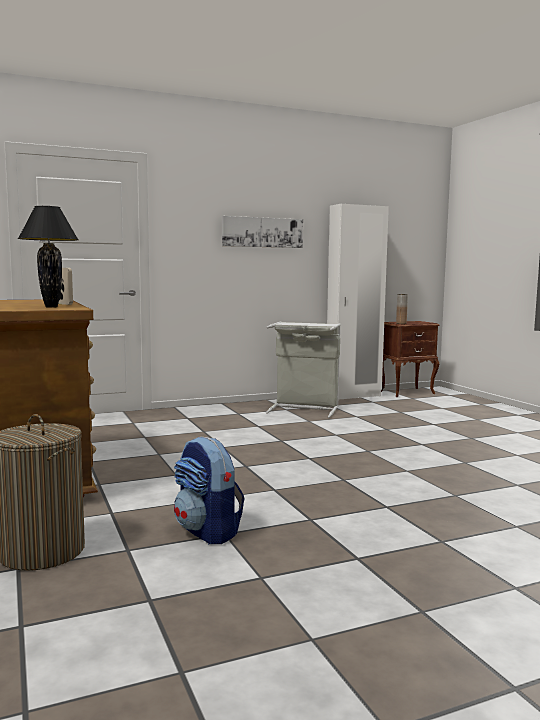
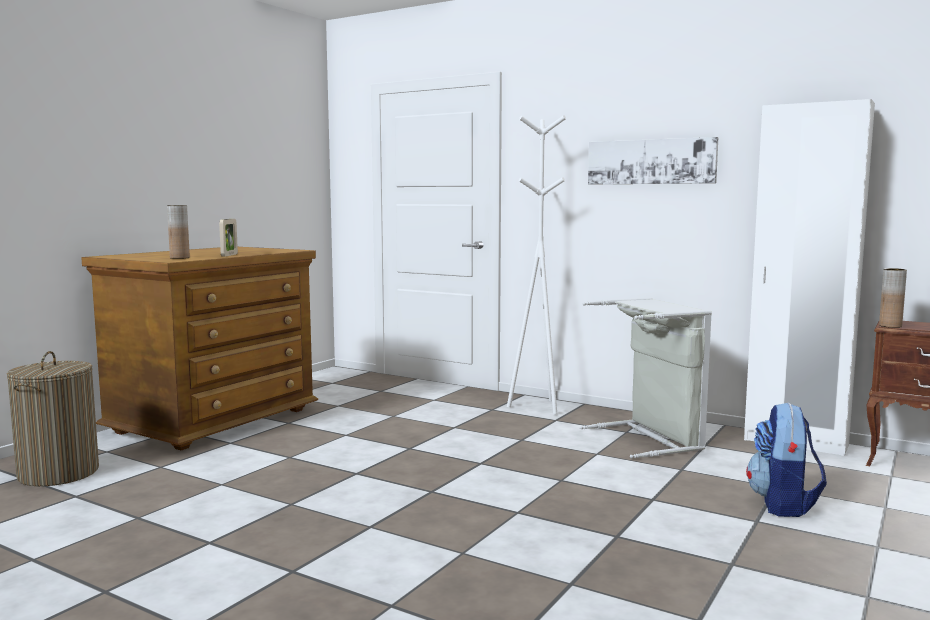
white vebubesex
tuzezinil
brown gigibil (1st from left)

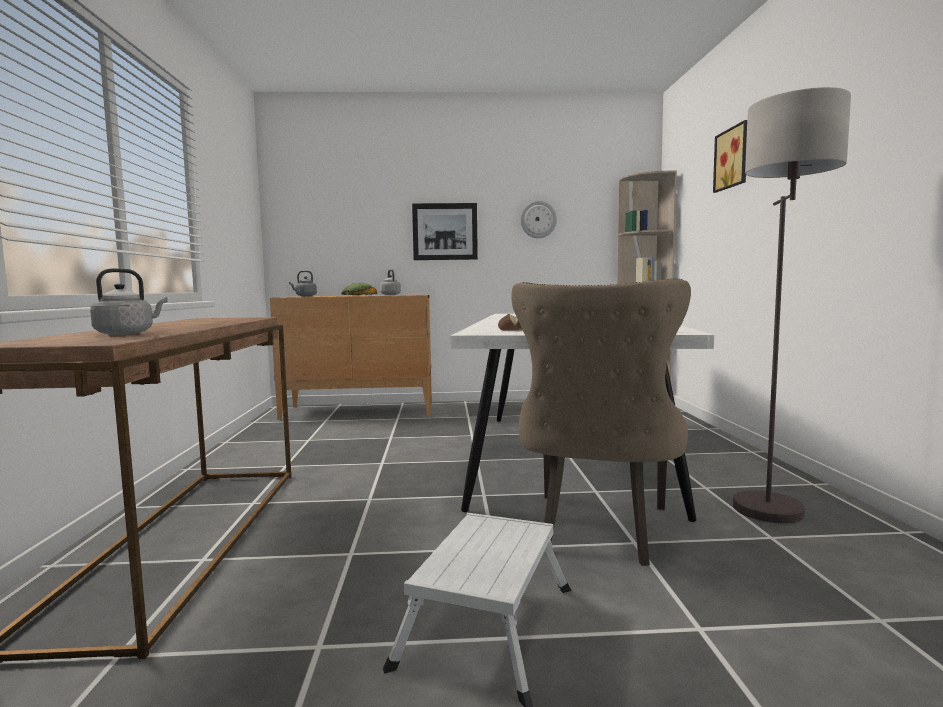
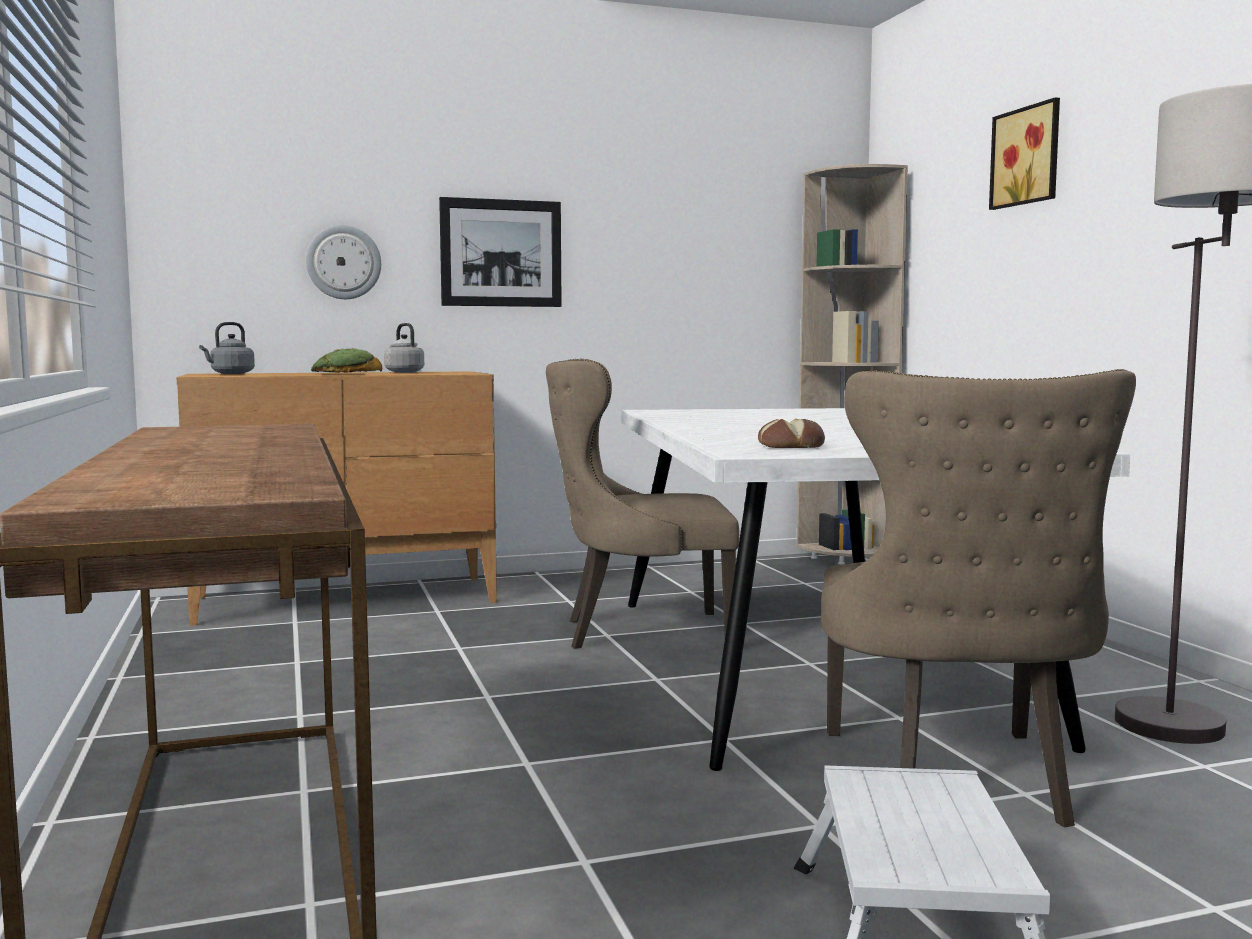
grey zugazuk (1st from left in the first image)
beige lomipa (1st from left)
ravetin

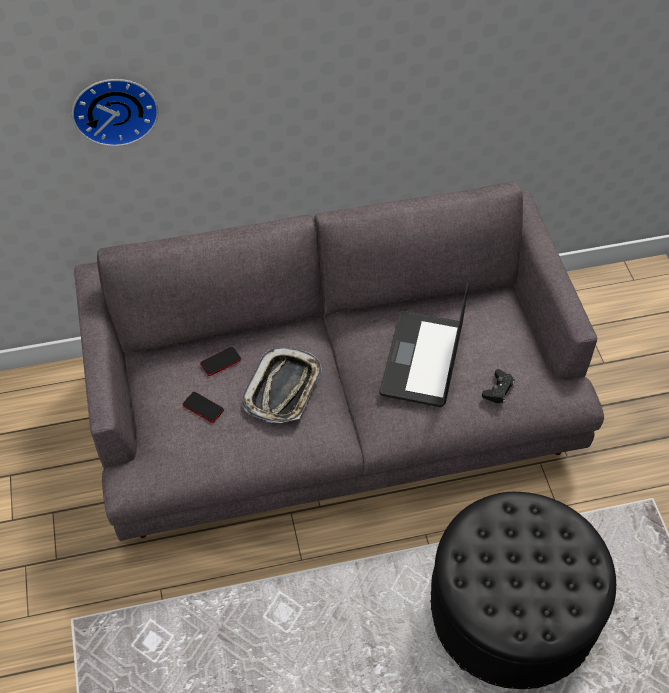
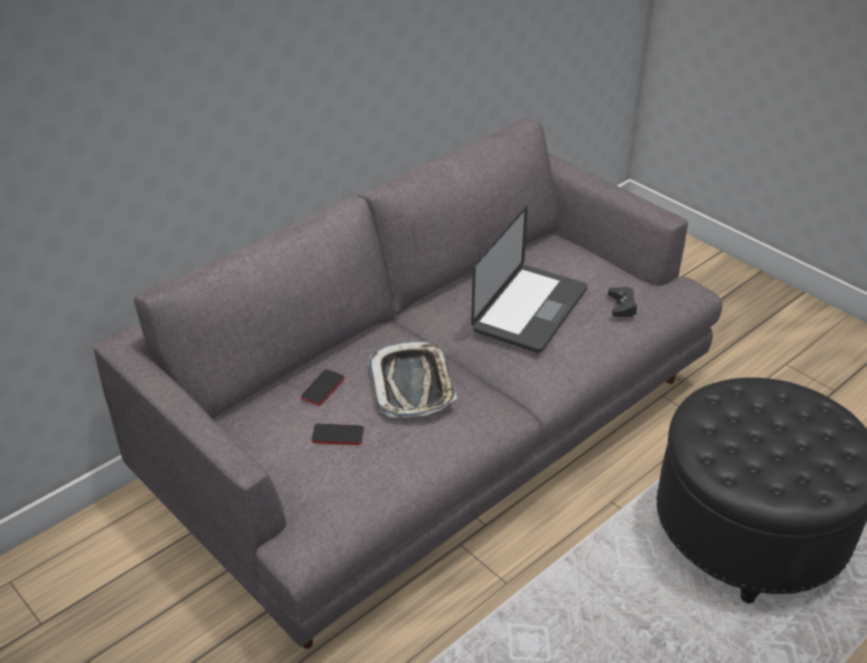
ravetin
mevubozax

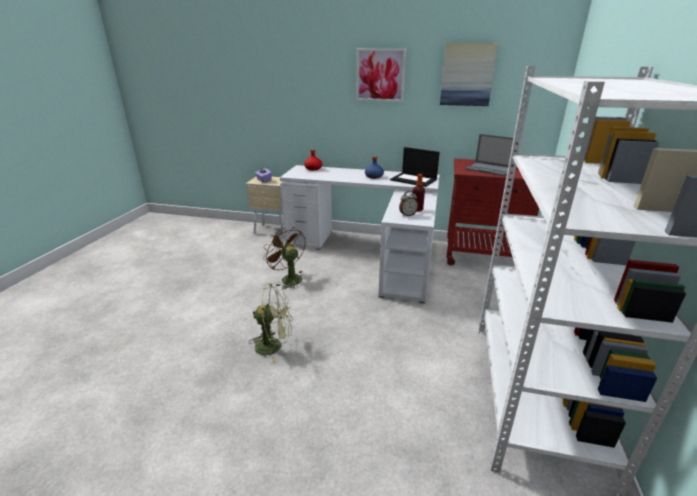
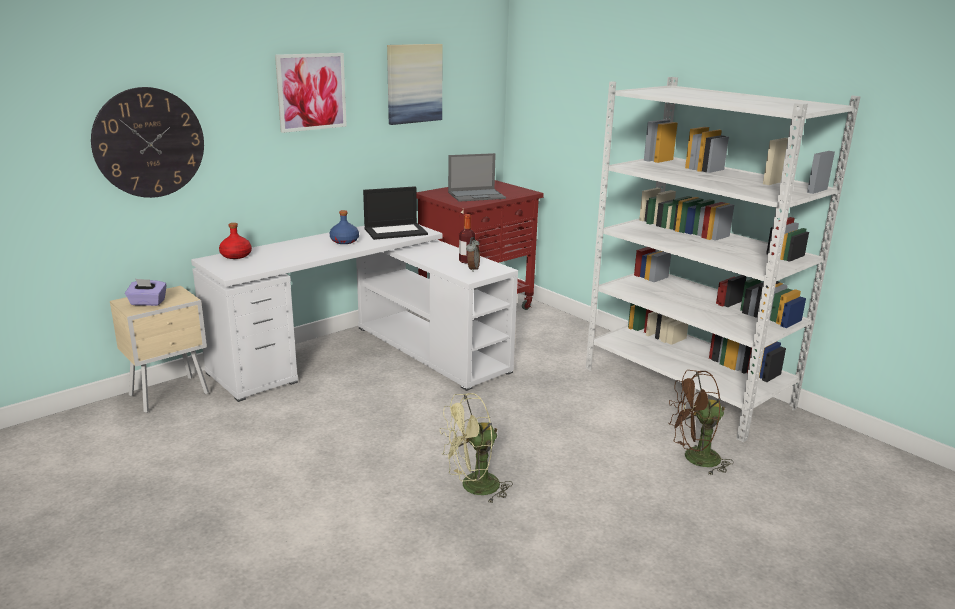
ravetin
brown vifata
green vifata

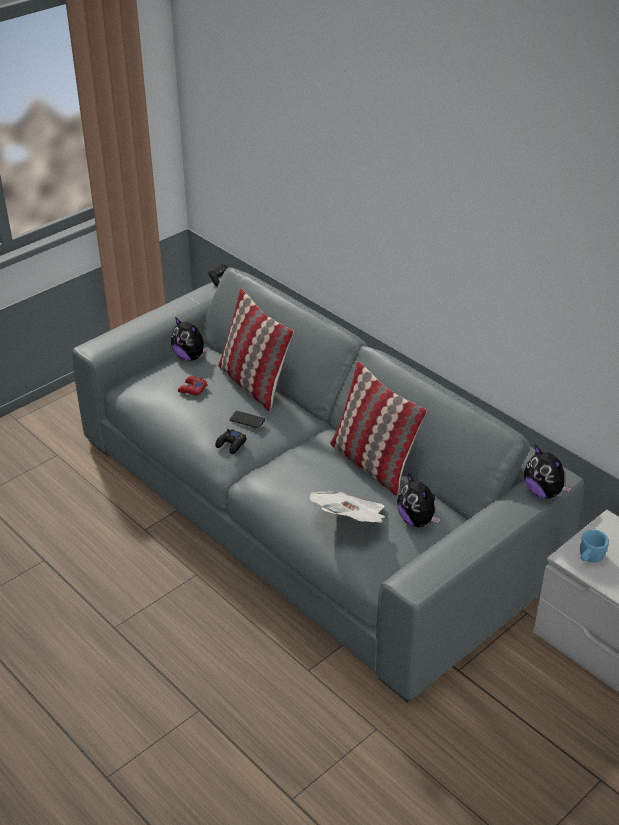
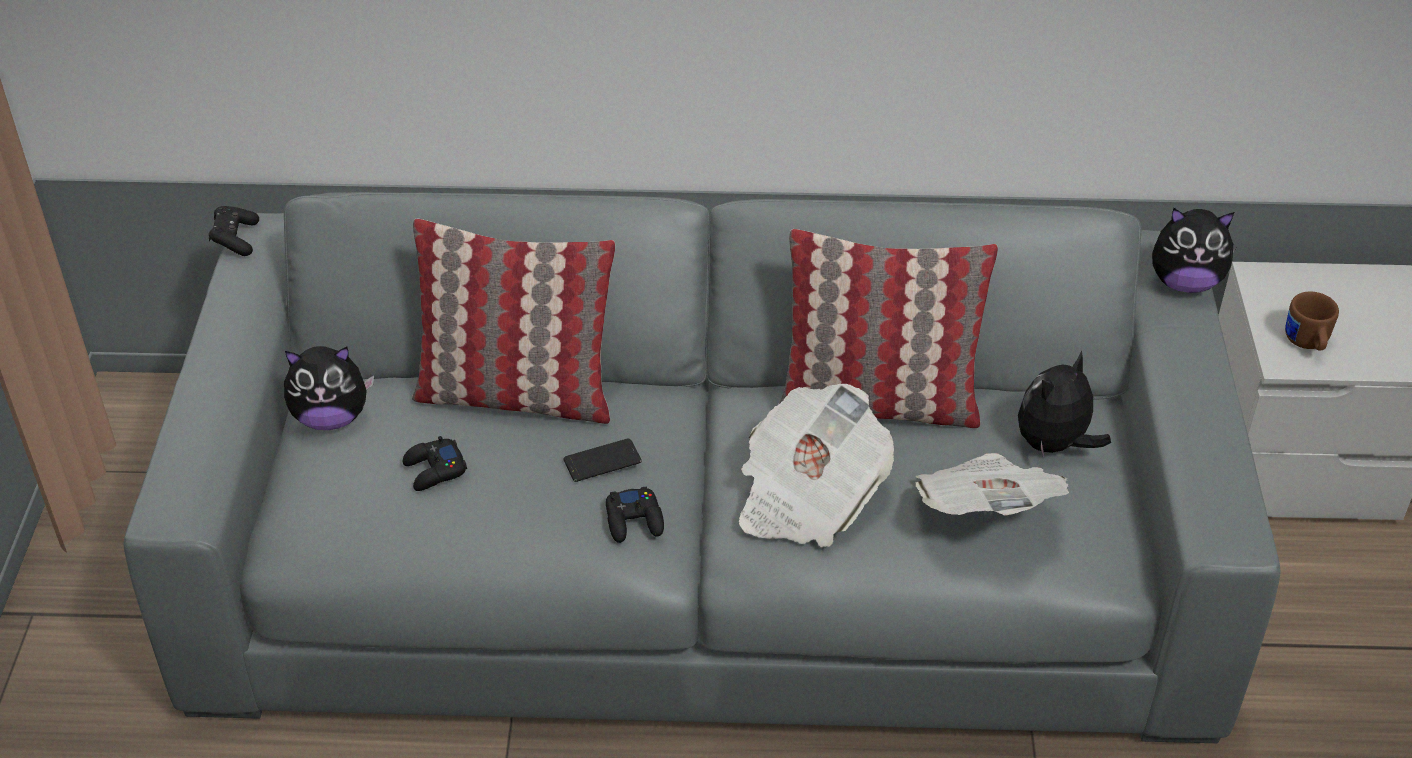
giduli (1st from left)
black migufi (2nd from left)
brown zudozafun
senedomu (2nd from left)

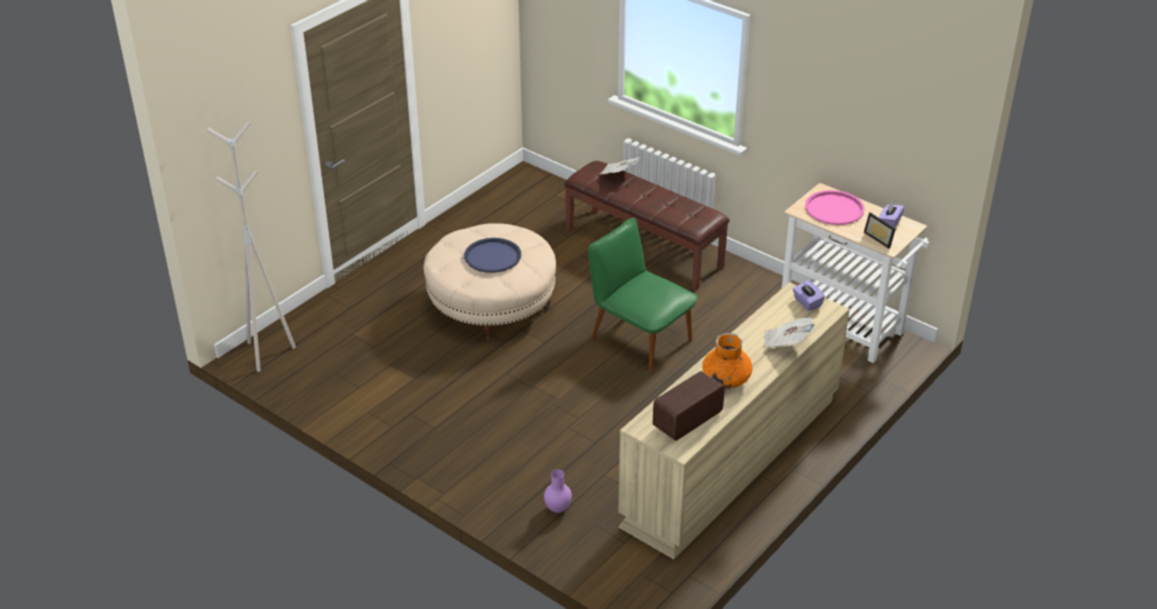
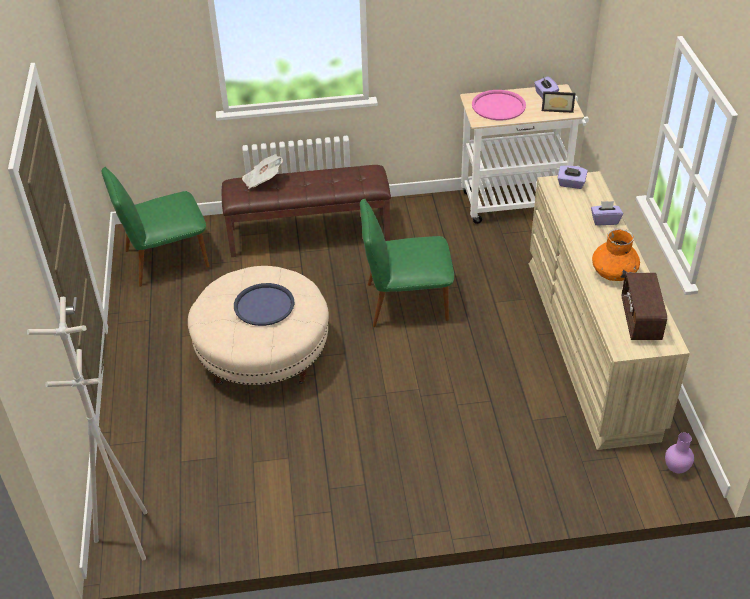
green lomipa (1st from left)
purple gigibil
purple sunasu (3rd from left)

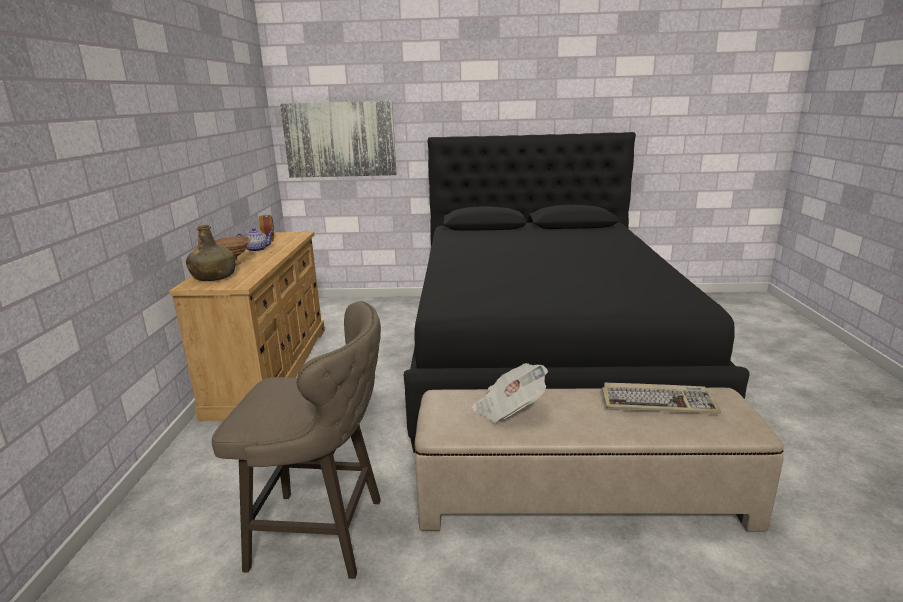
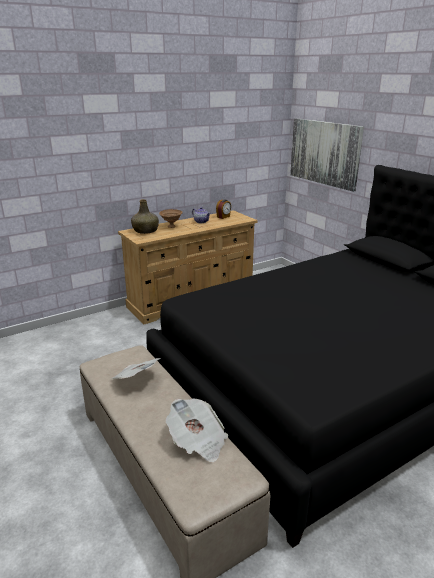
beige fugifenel
giduli (2nd from left)

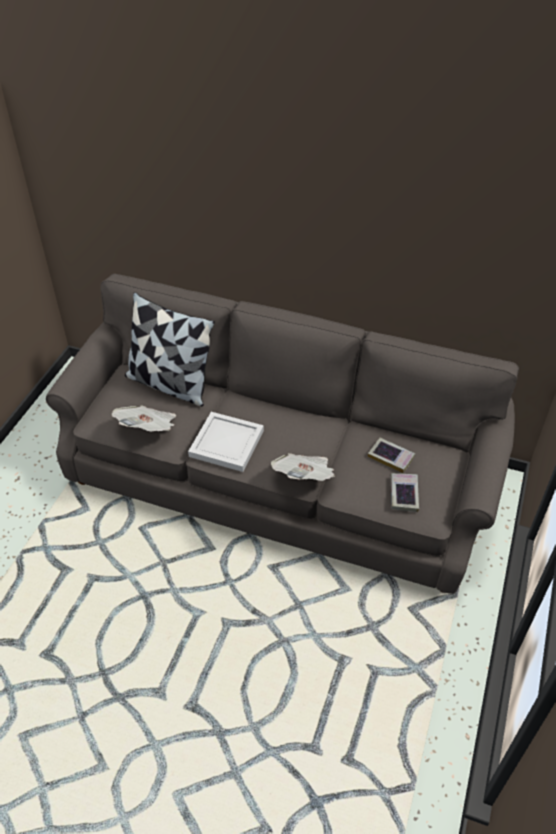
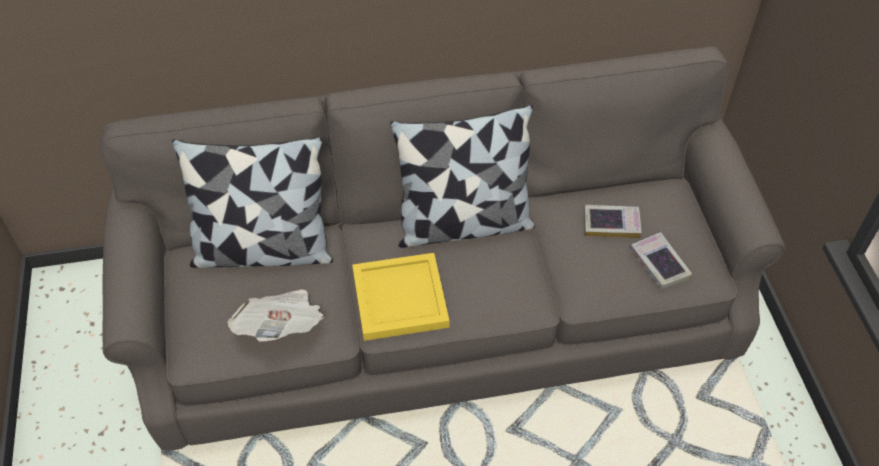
giduli (2nd from left in the first image)
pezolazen (2nd from left)
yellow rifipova

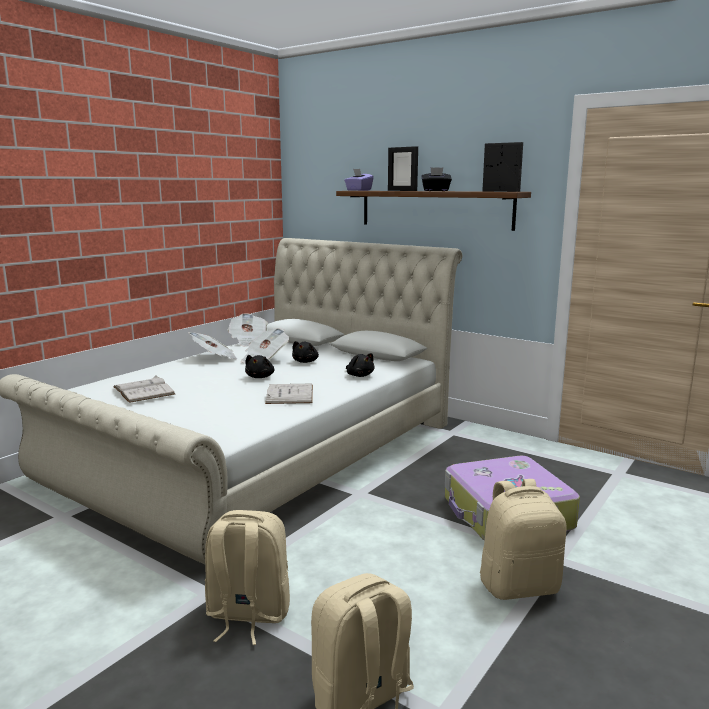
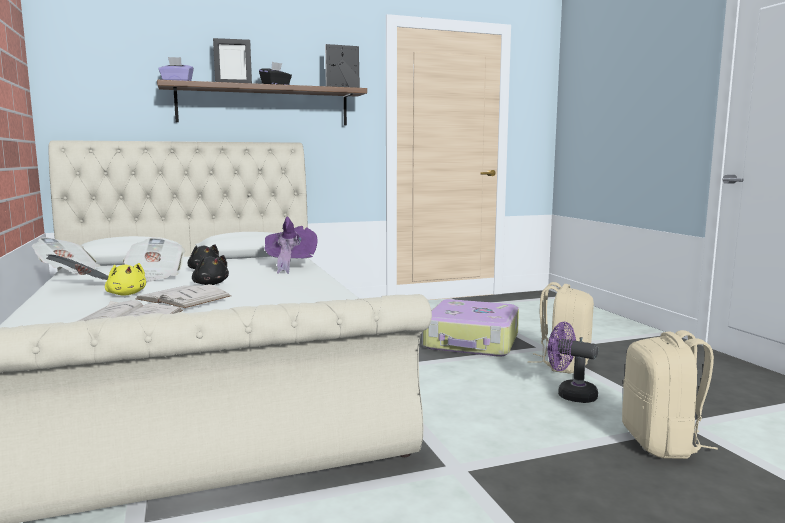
beige tuzezinil (1st from left in the first image)
yellow senedomu
purple vifata
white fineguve (2nd from left)
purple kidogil

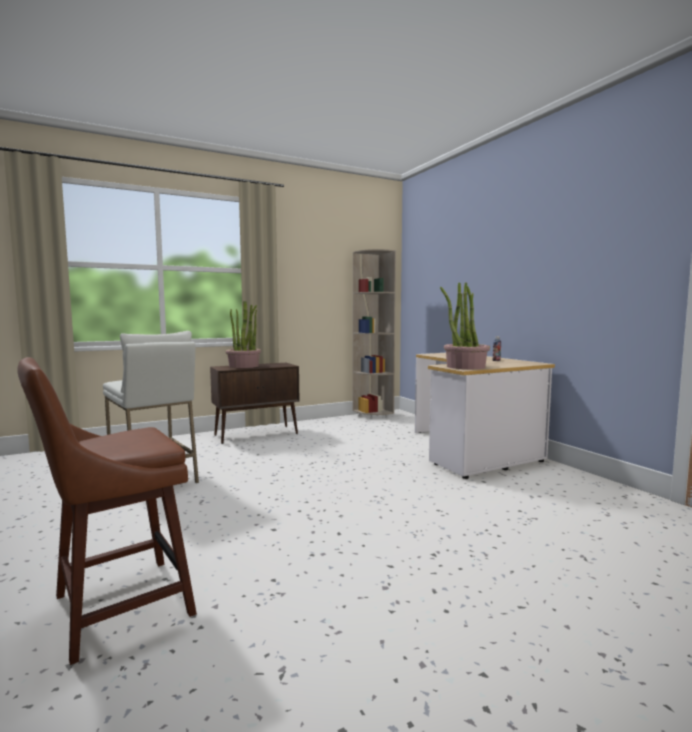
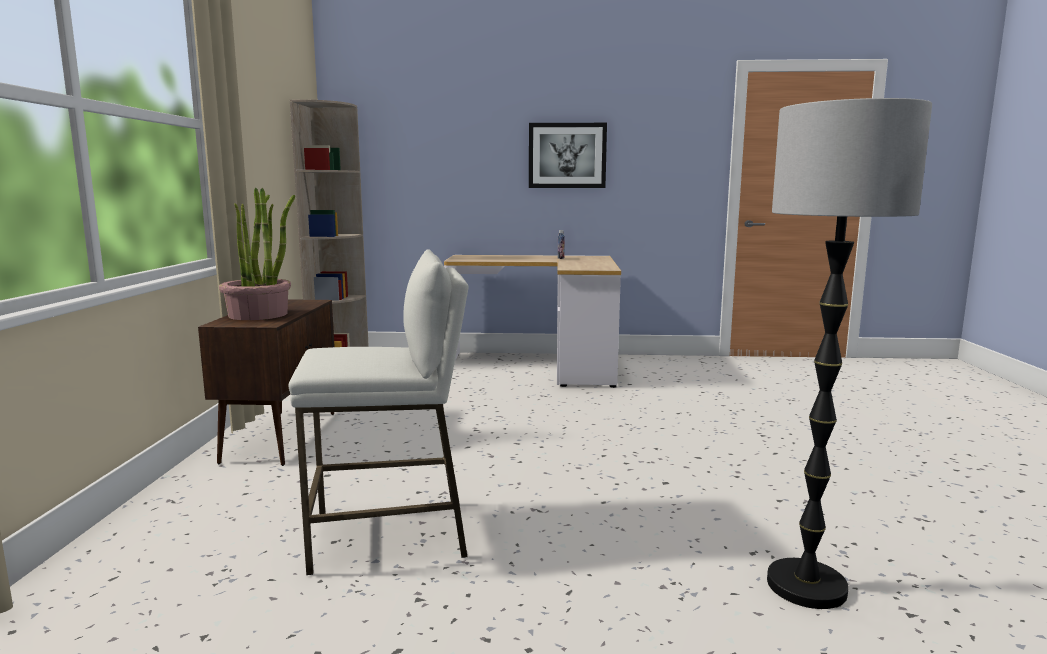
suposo (2nd from left in the first image)
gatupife
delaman

